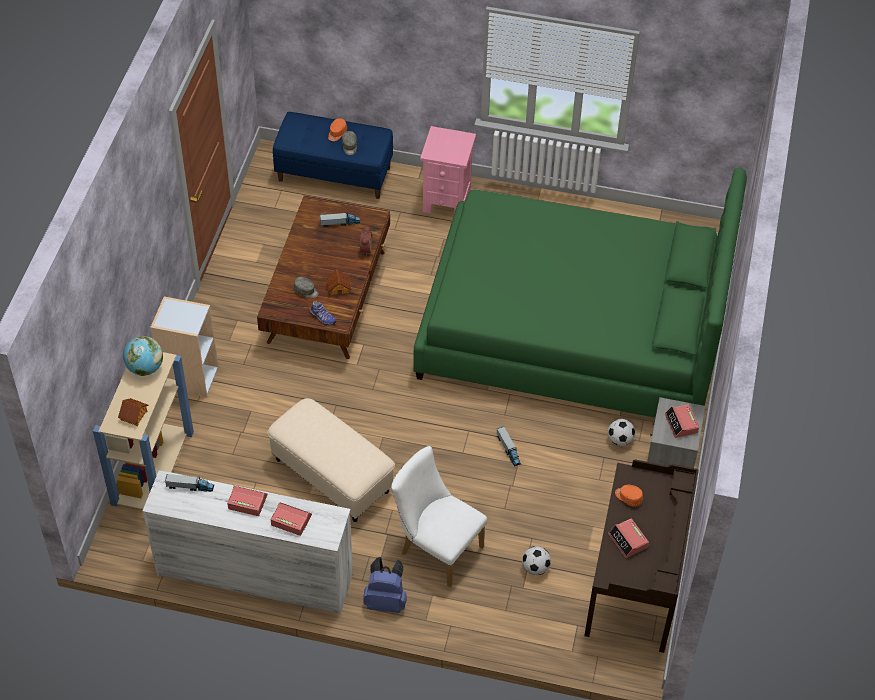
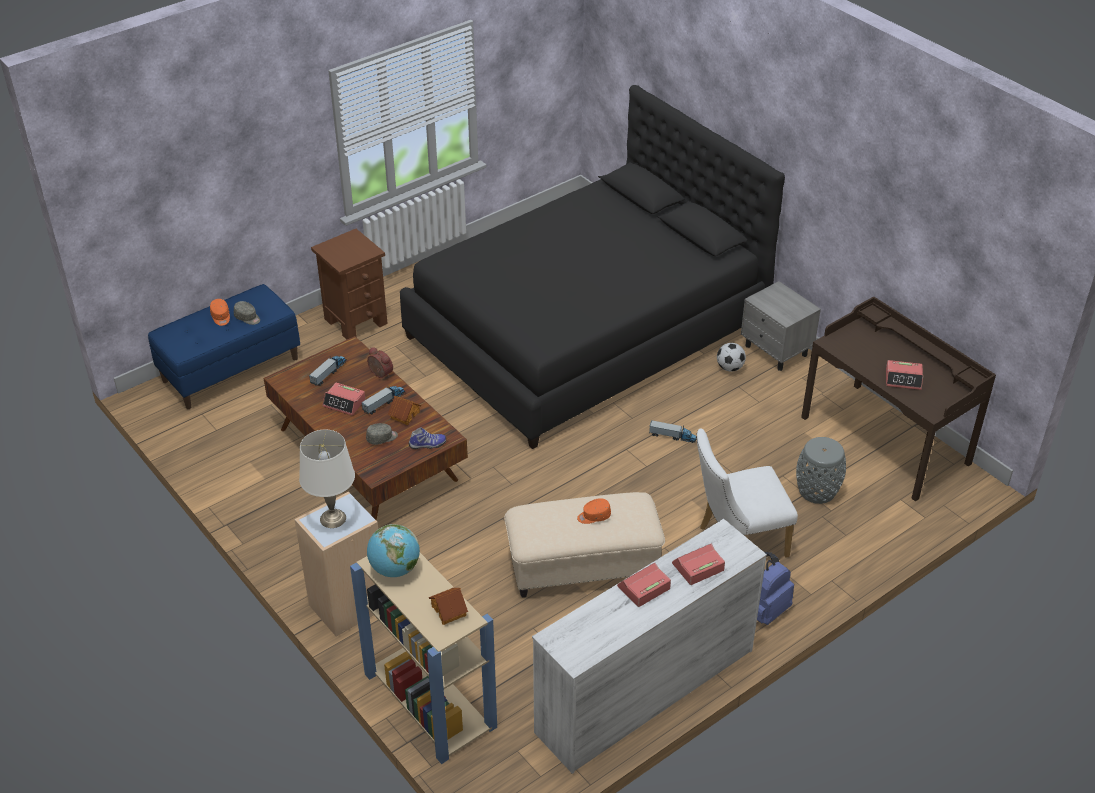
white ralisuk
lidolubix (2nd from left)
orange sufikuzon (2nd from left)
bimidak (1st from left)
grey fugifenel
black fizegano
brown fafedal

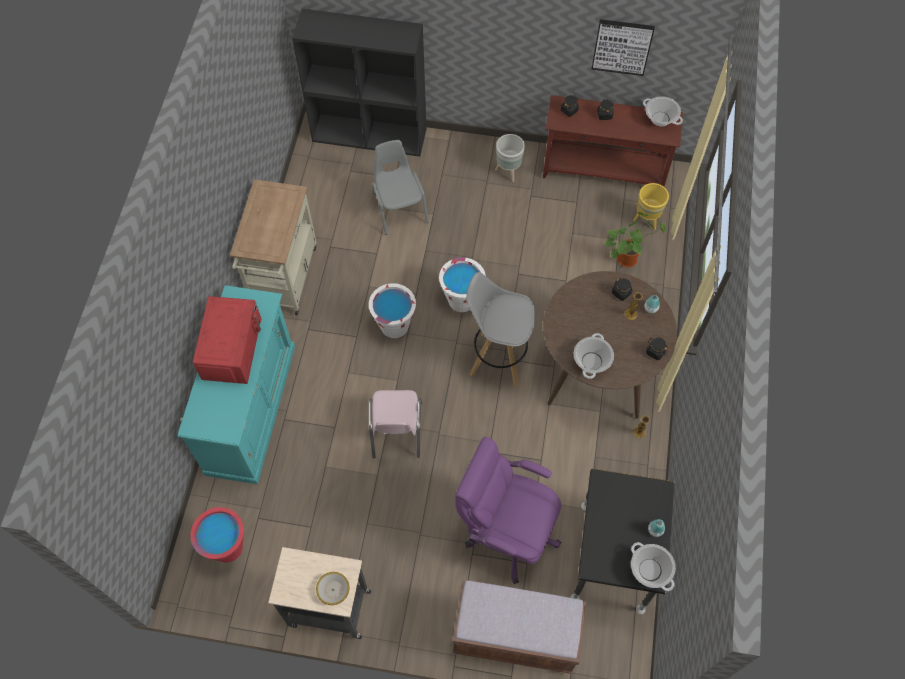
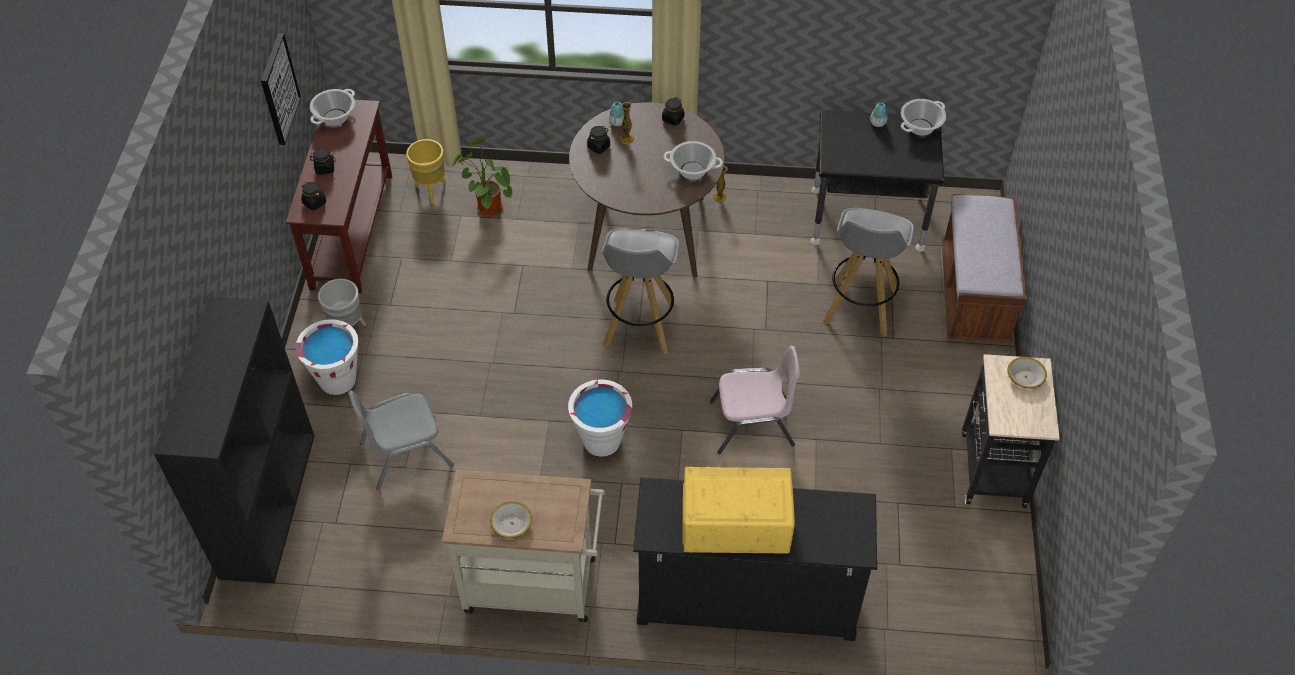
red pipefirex
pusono (1st from left)
white pipefirex (1st from left)
grey fugifenel (2nd from left)
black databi
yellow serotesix

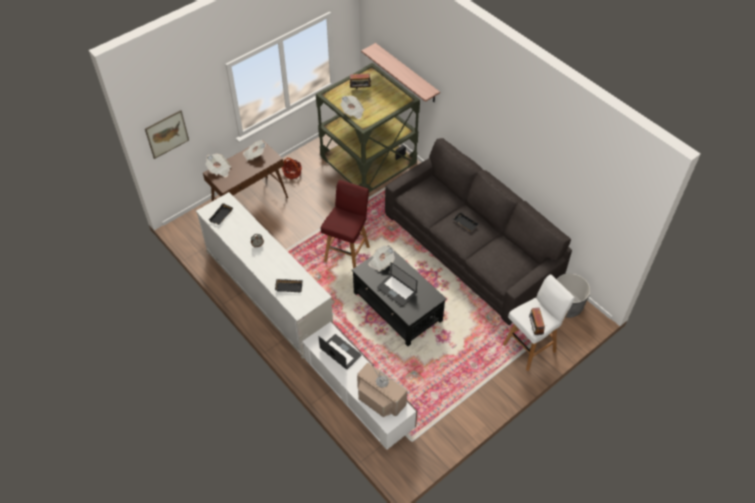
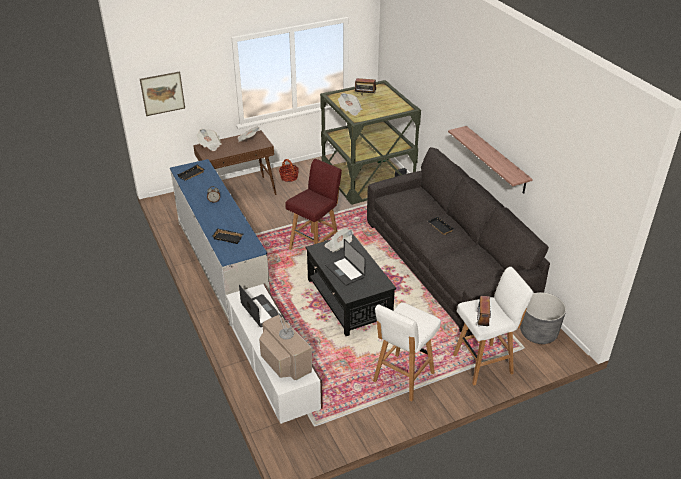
white fugifenel (1st from left)
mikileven
blue databi

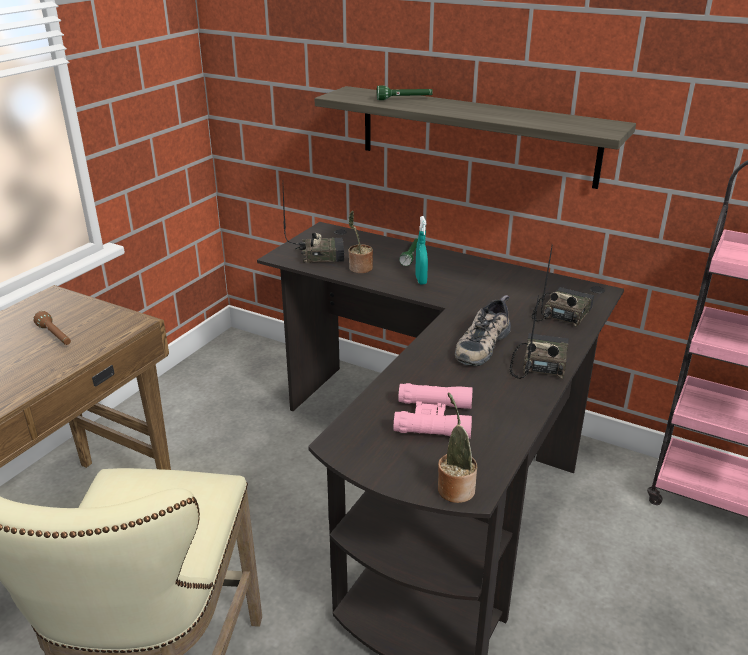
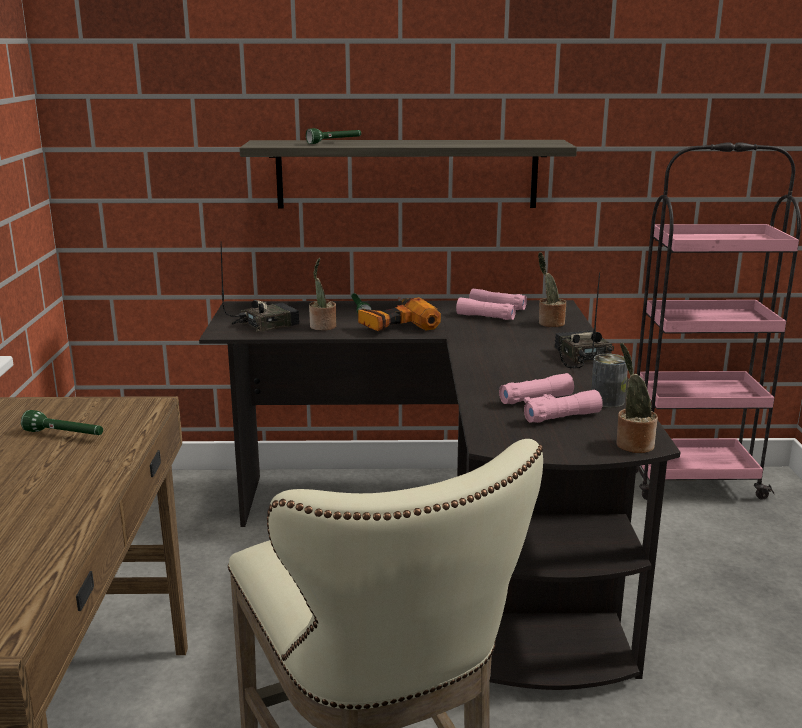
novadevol
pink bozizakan (1st from left)
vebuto
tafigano
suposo (2nd from left)
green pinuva (1st from left)

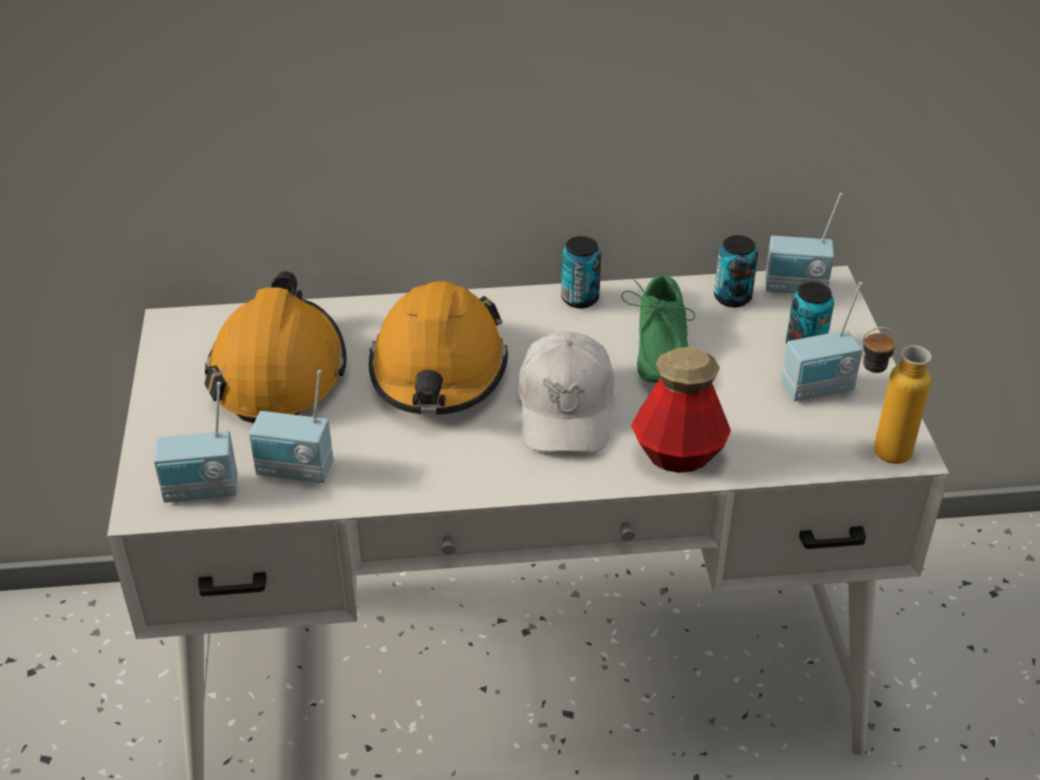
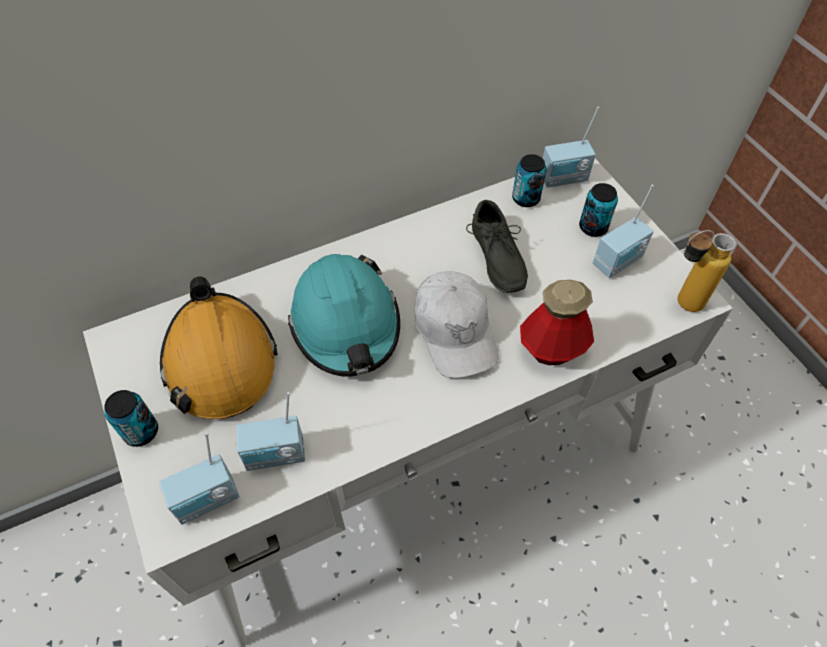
vebuto (1st from left)
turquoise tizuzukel
grey novadevol

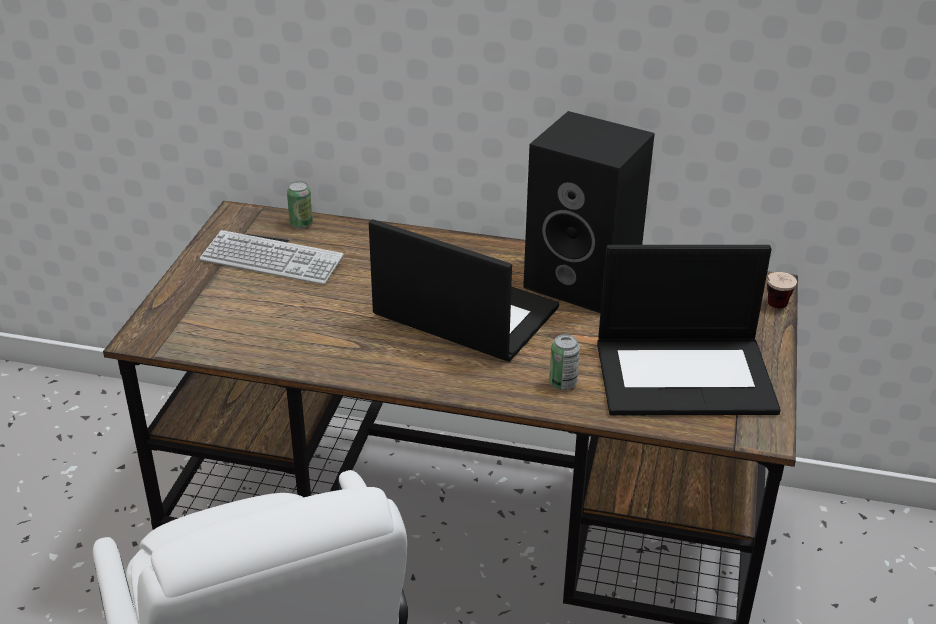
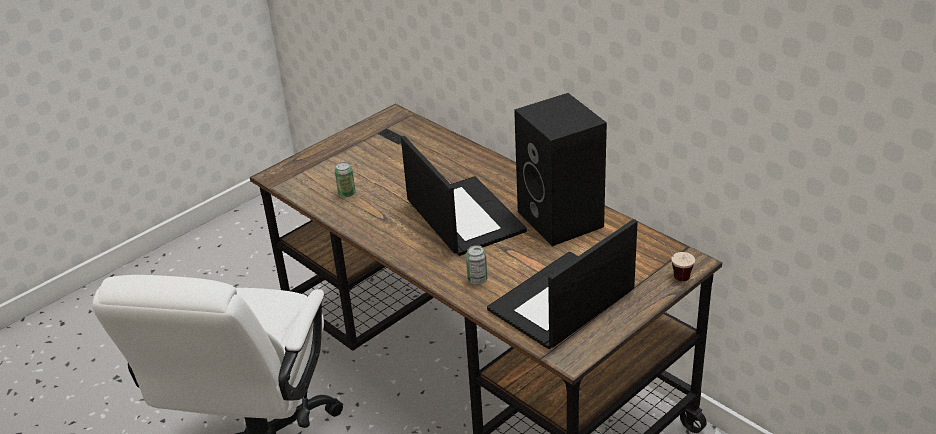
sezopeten
vebuto (1st from left)
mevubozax (2nd from left)

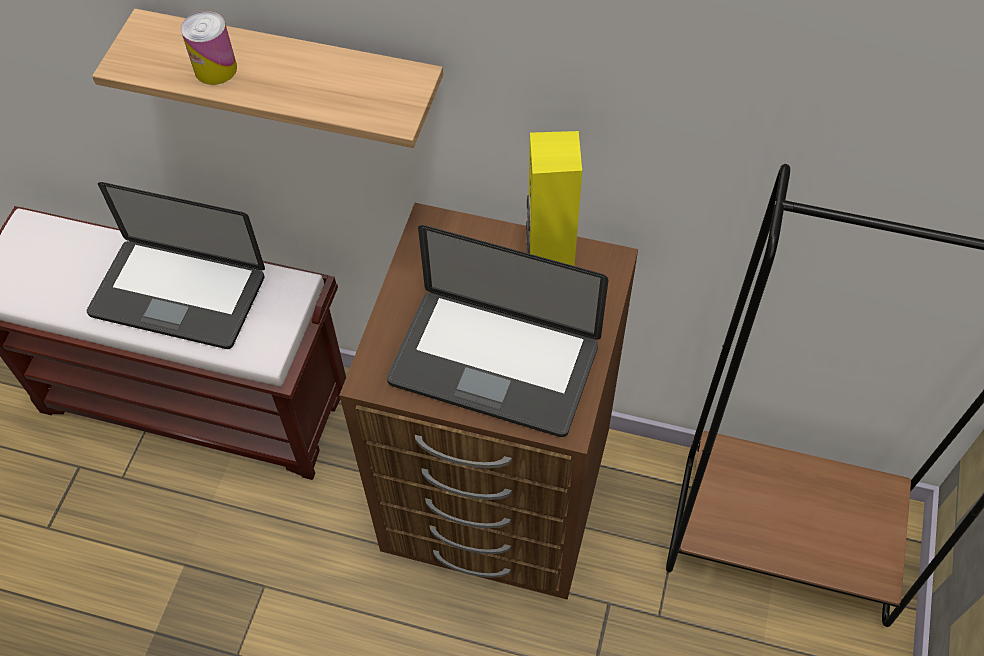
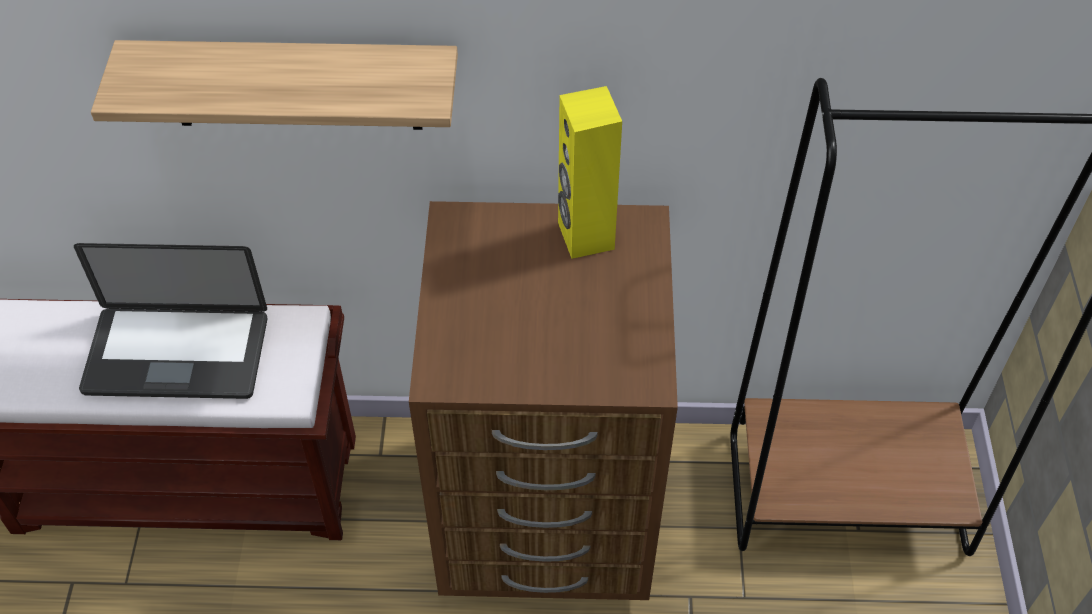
vebuto
mevubozax (2nd from left in the first image)

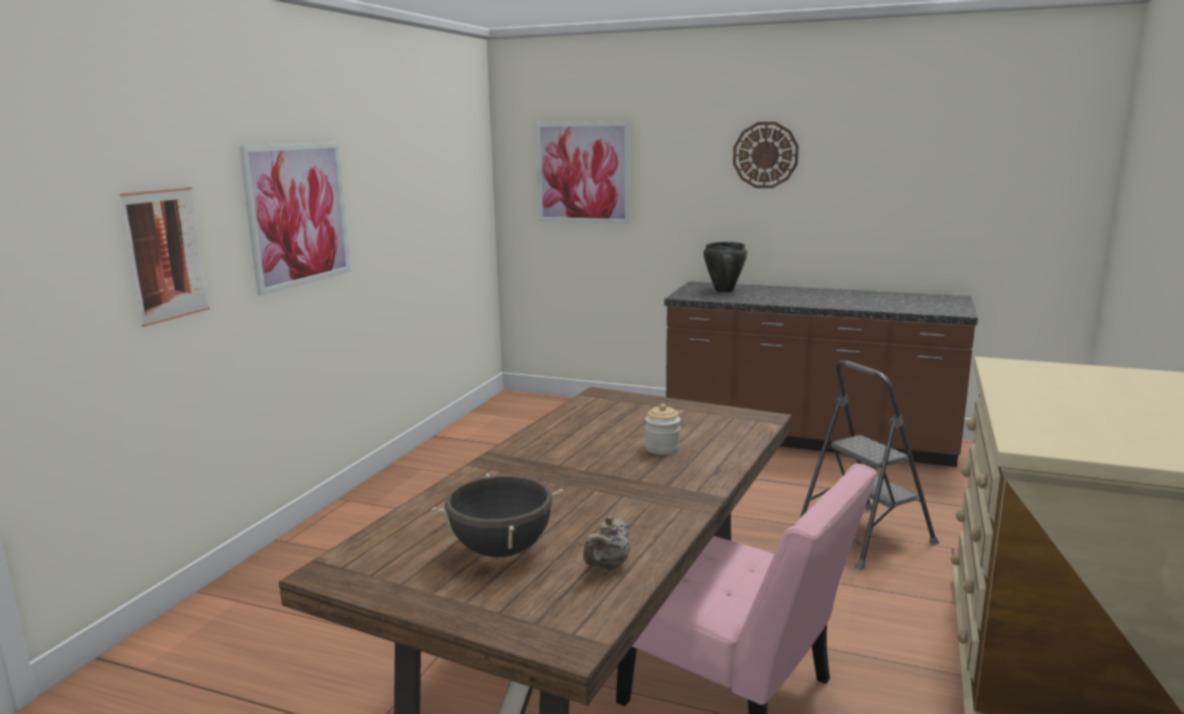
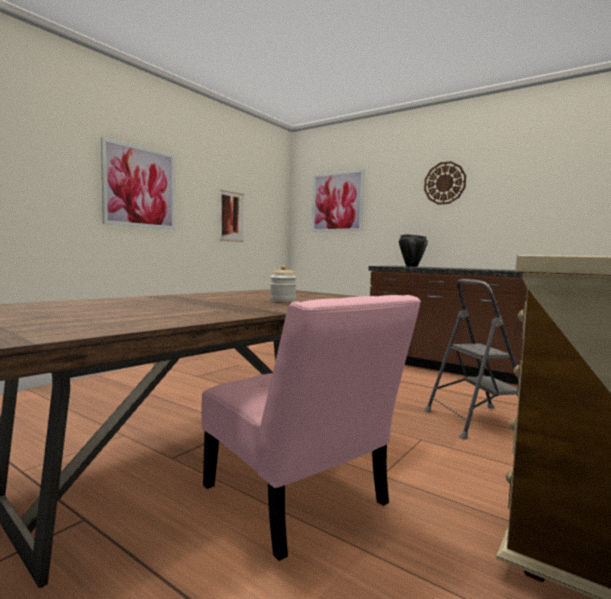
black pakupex (1st from left in the first image)
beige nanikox
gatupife (2nd from left)

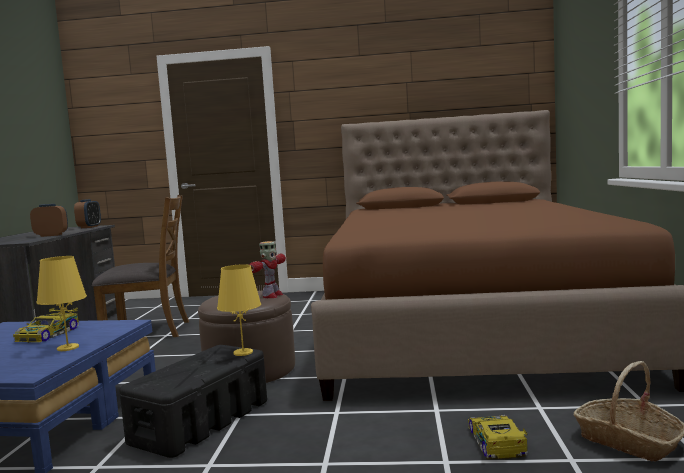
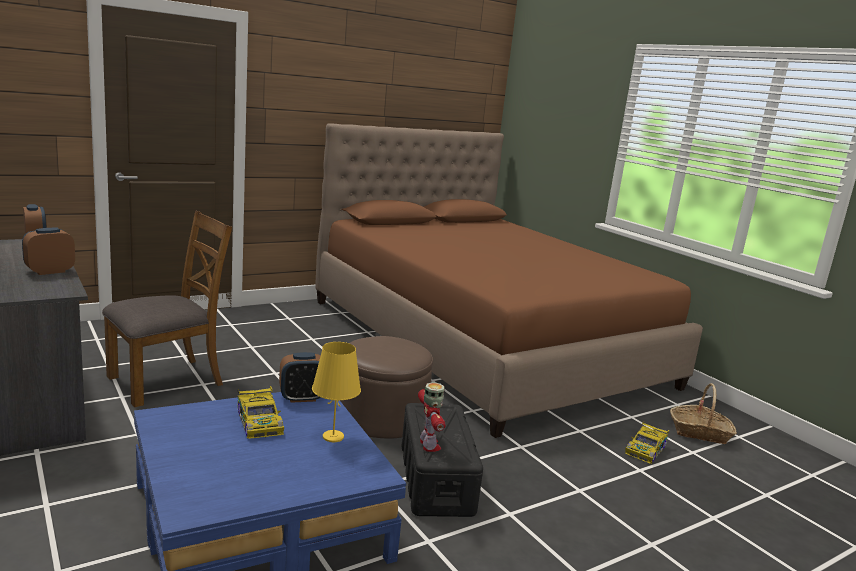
yellow ralisuk (2nd from left in the first image)
bimidak (3rd from left)
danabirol
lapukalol (2nd from left)

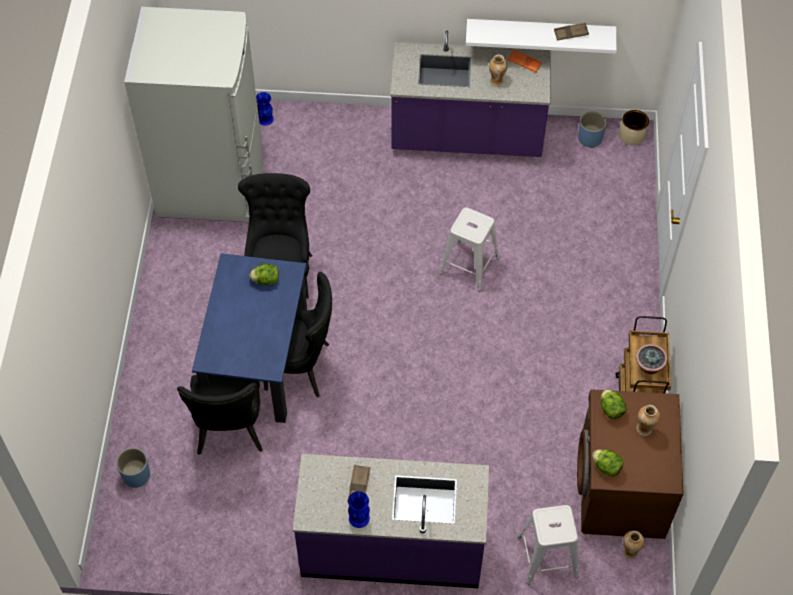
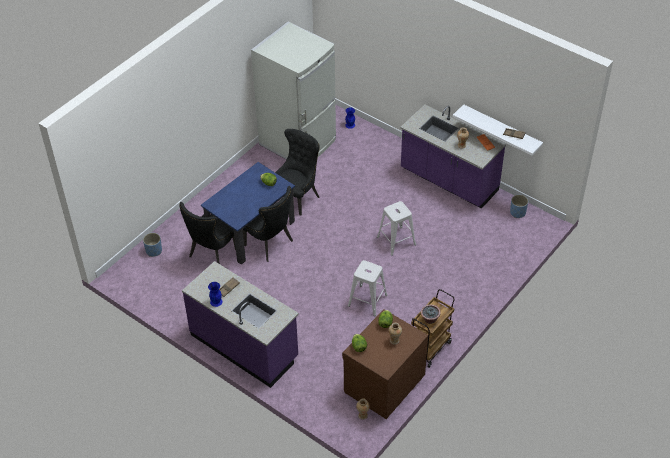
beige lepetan
white fugifenel (1st from left)

